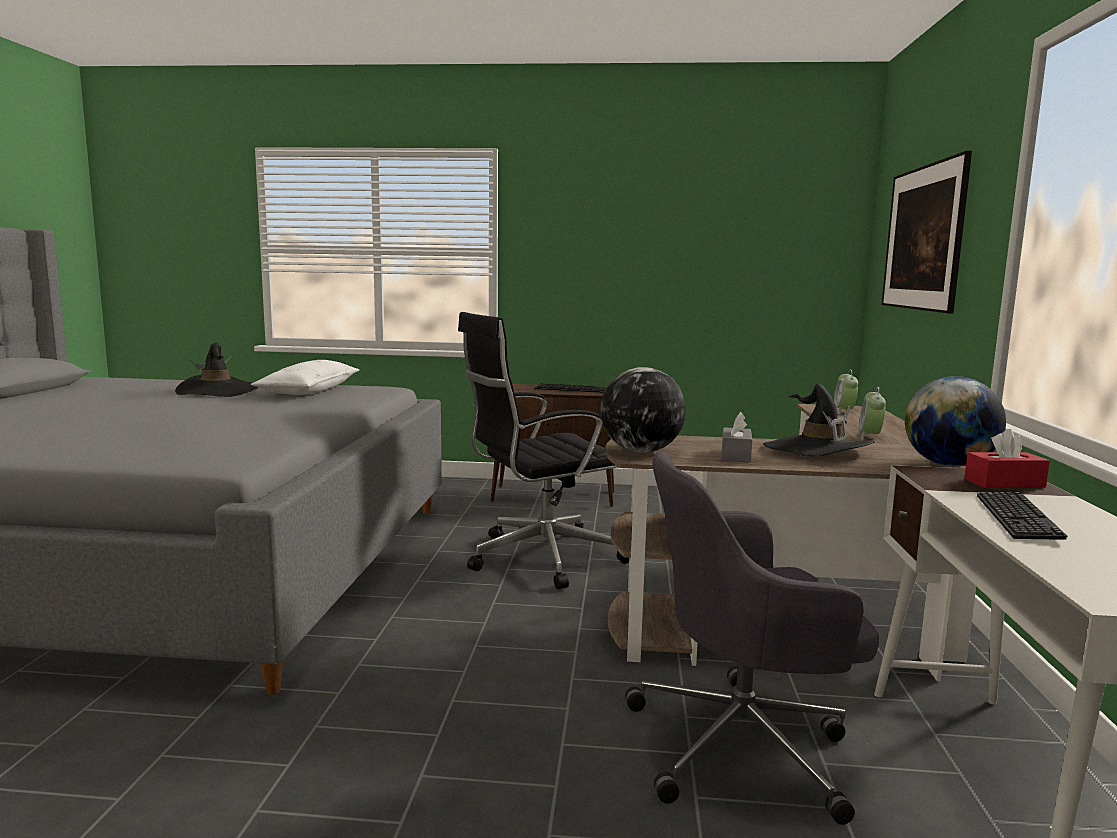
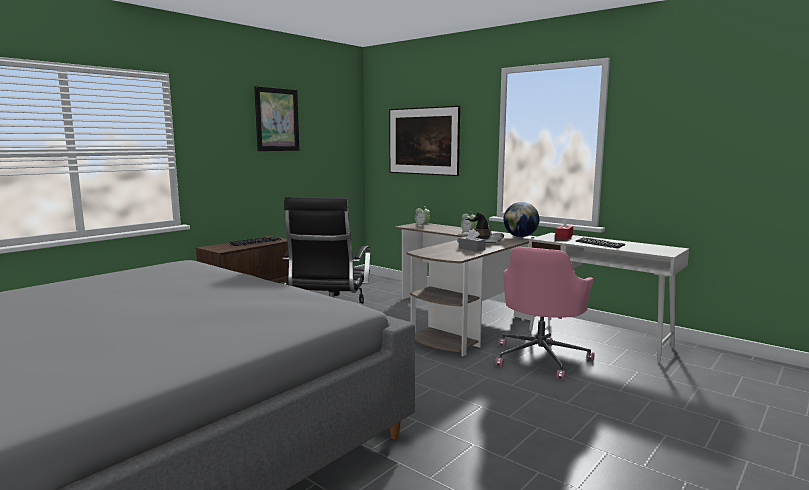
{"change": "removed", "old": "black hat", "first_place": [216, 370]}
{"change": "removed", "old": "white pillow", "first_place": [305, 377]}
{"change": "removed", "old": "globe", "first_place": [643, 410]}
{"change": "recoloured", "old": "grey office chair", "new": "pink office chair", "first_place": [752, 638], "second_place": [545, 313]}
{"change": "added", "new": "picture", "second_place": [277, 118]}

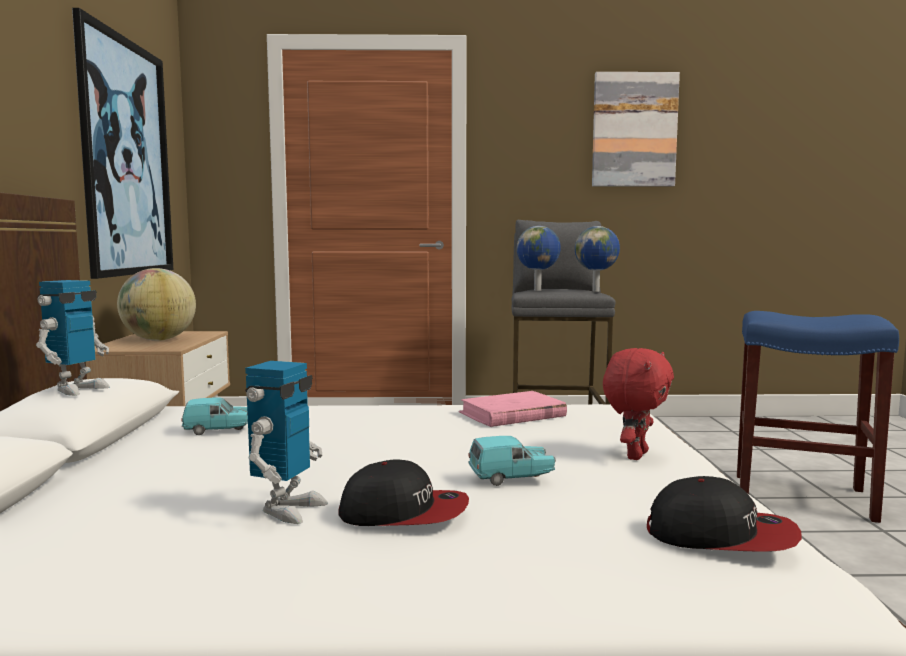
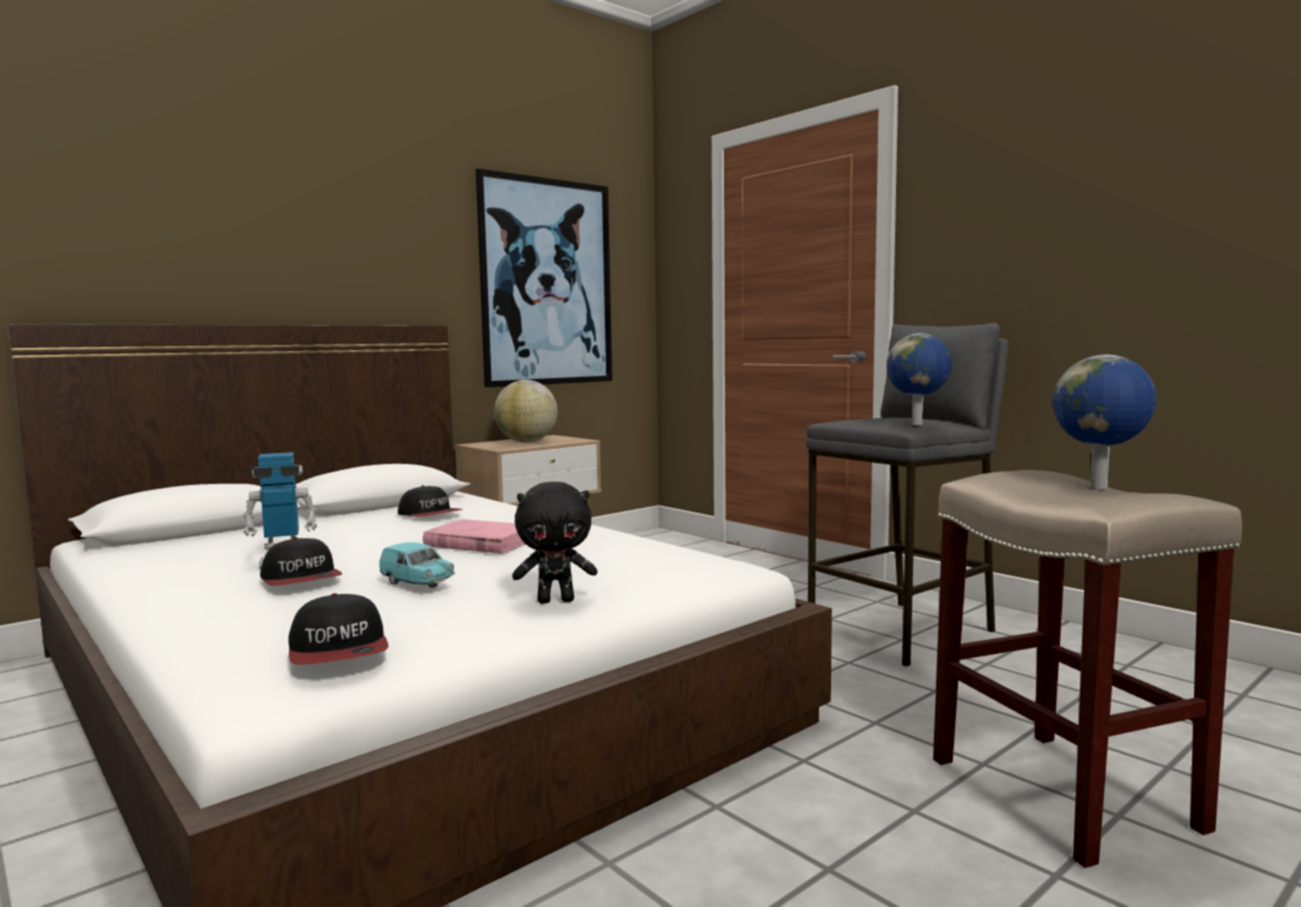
{"change": "removed", "old": "toy robot", "first_place": [73, 338]}
{"change": "replaced", "old": "turquoise toy car", "new": "cap", "first_place": [215, 416], "second_place": [430, 501]}
{"change": "moved", "old": "pink book", "first_place": [513, 409], "second_place": [474, 536]}
{"change": "moved", "old": "globe", "first_place": [538, 258], "second_place": [1105, 421]}
{"change": "removed", "old": "picture", "first_place": [636, 129]}
{"change": "recoloured", "old": "red plush toy", "new": "black plush toy", "first_place": [638, 404], "second_place": [554, 543]}
{"change": "recoloured", "old": "blue stool", "new": "beige stool", "first_place": [818, 417], "second_place": [1087, 669]}

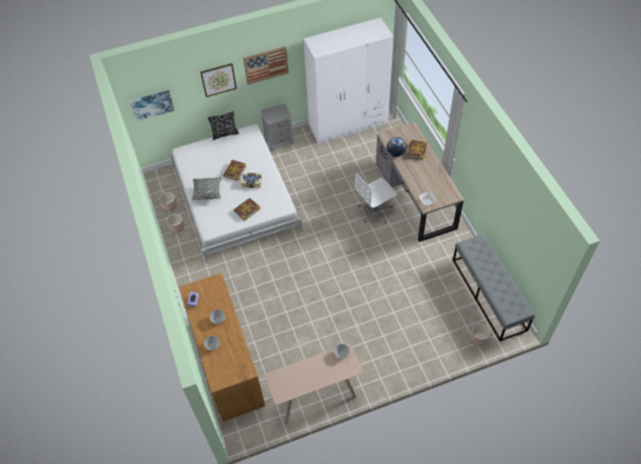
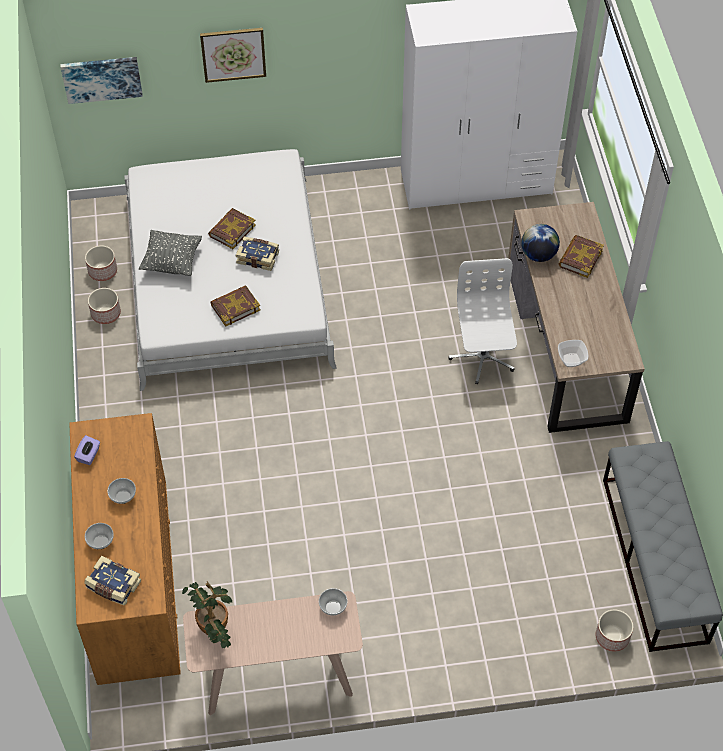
{"change": "removed", "old": "black pillow", "first_place": [223, 125]}
{"change": "removed", "old": "picture", "first_place": [266, 65]}
{"change": "removed", "old": "grey nightstand", "first_place": [277, 127]}
{"change": "turned", "old": "white office chair", "first_place": [375, 198], "second_place": [482, 321], "degrees": 105}
{"change": "added", "new": "book", "second_place": [112, 580]}
{"change": "added", "new": "potted plant", "second_place": [207, 615]}

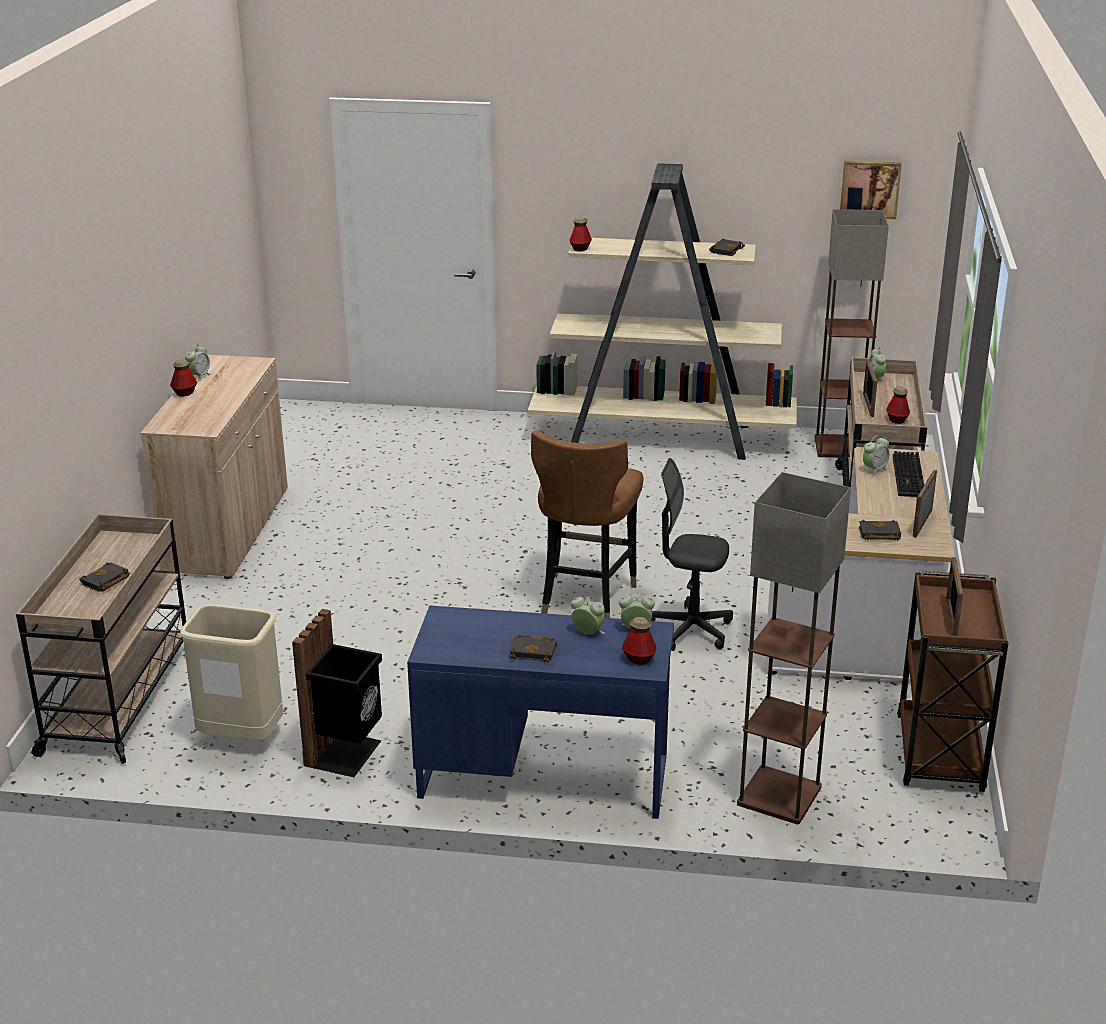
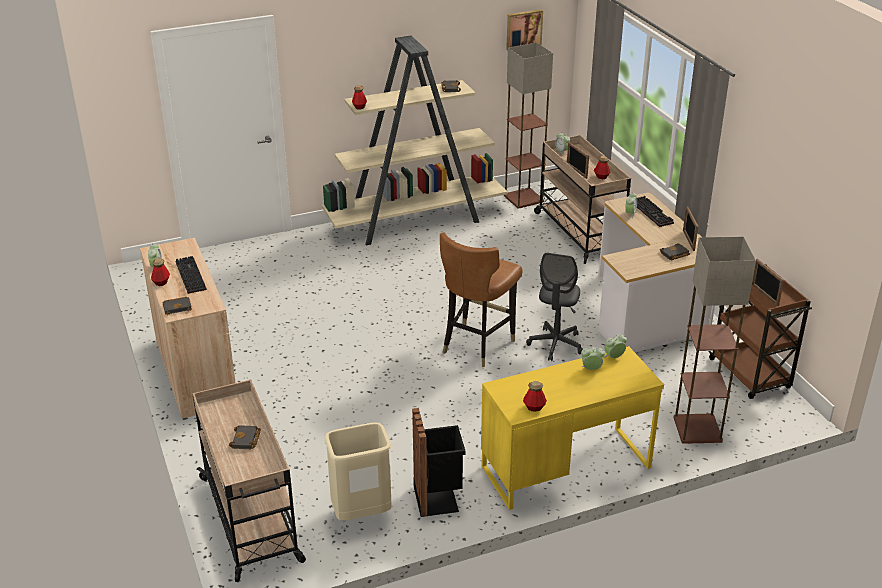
{"change": "recoloured", "old": "blue desk", "new": "yellow desk", "first_place": [540, 712], "second_place": [572, 428]}
{"change": "moved", "old": "black book", "first_place": [533, 649], "second_place": [177, 306]}
{"change": "turned", "old": "brown chair", "first_place": [587, 524], "second_place": [481, 299], "degrees": 45}
{"change": "moved", "old": "bottle", "first_place": [639, 641], "second_place": [535, 396]}
{"change": "turned", "old": "grey office chair", "first_place": [692, 554], "second_place": [554, 307], "degrees": -60}
{"change": "added", "new": "keyboard", "second_place": [191, 275]}

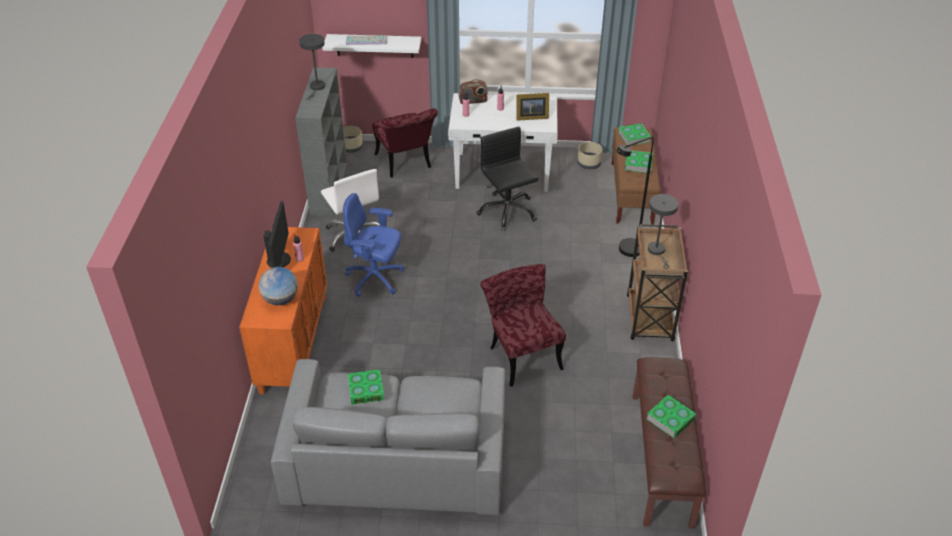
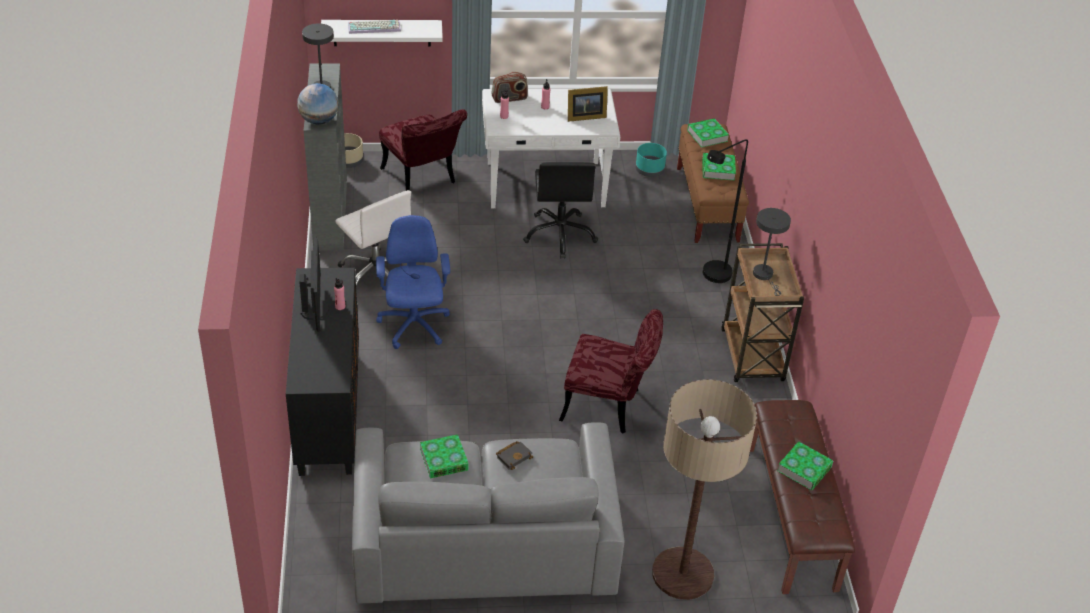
{"change": "recoloured", "old": "orange cabinet", "new": "black cabinet", "first_place": [283, 310], "second_place": [322, 372]}
{"change": "moved", "old": "globe", "first_place": [278, 286], "second_place": [318, 104]}
{"change": "turned", "old": "blue office chair", "first_place": [373, 245], "second_place": [413, 282], "degrees": 75}
{"change": "turned", "old": "black office chair", "first_place": [507, 178], "second_place": [560, 210], "degrees": -150}
{"change": "turned", "old": "red chair", "first_place": [523, 325], "second_place": [611, 371], "degrees": 135}
{"change": "recoloured", "old": "beige planter", "new": "turquoise planter", "first_place": [589, 155], "second_place": [651, 160]}
{"change": "added", "new": "black book", "second_place": [514, 455]}
{"change": "added", "new": "floor lamp", "second_place": [704, 489]}

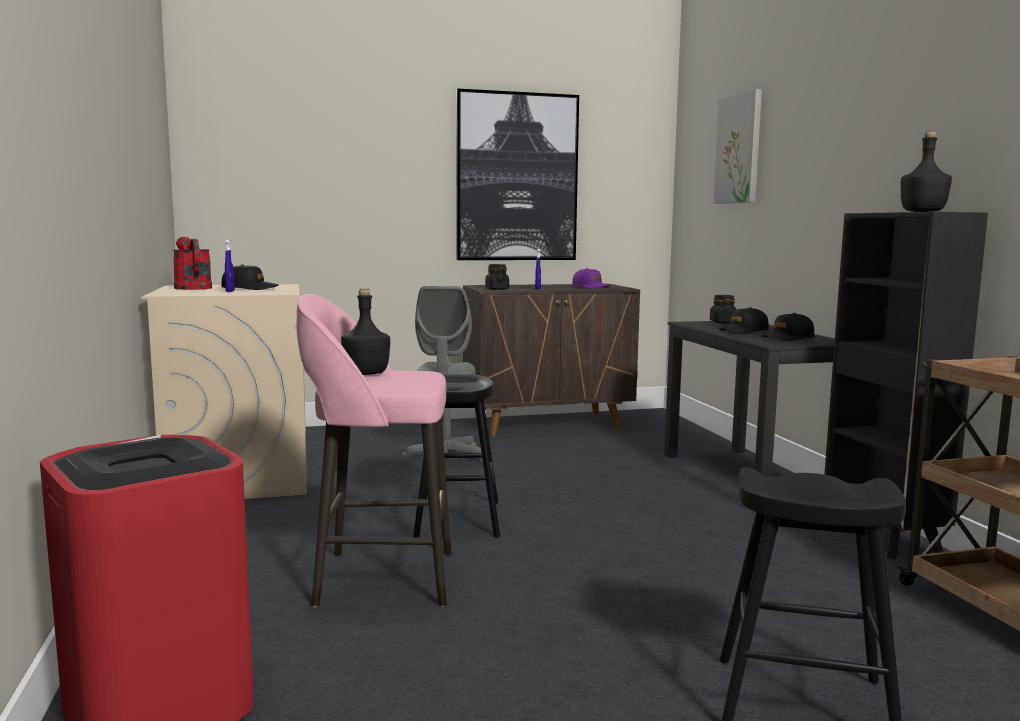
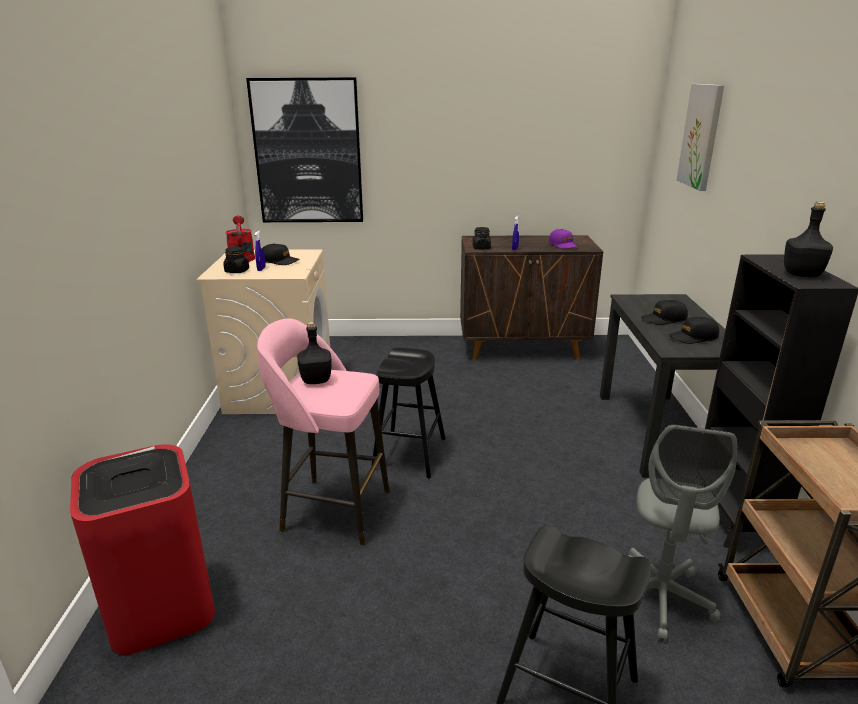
{"change": "moved", "old": "grey office chair", "first_place": [442, 375], "second_place": [683, 533]}
{"change": "moved", "old": "picture", "first_place": [517, 174], "second_place": [304, 149]}
{"change": "moved", "old": "black jar", "first_place": [723, 309], "second_place": [236, 260]}

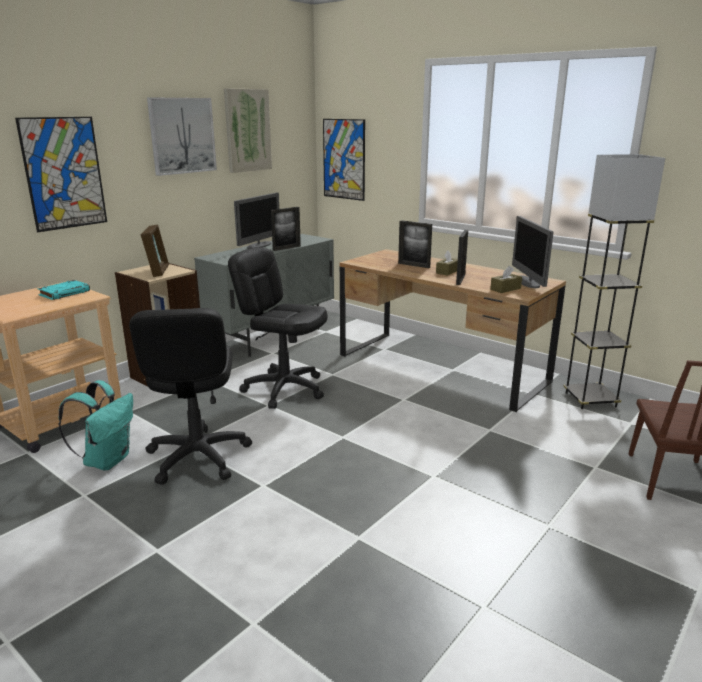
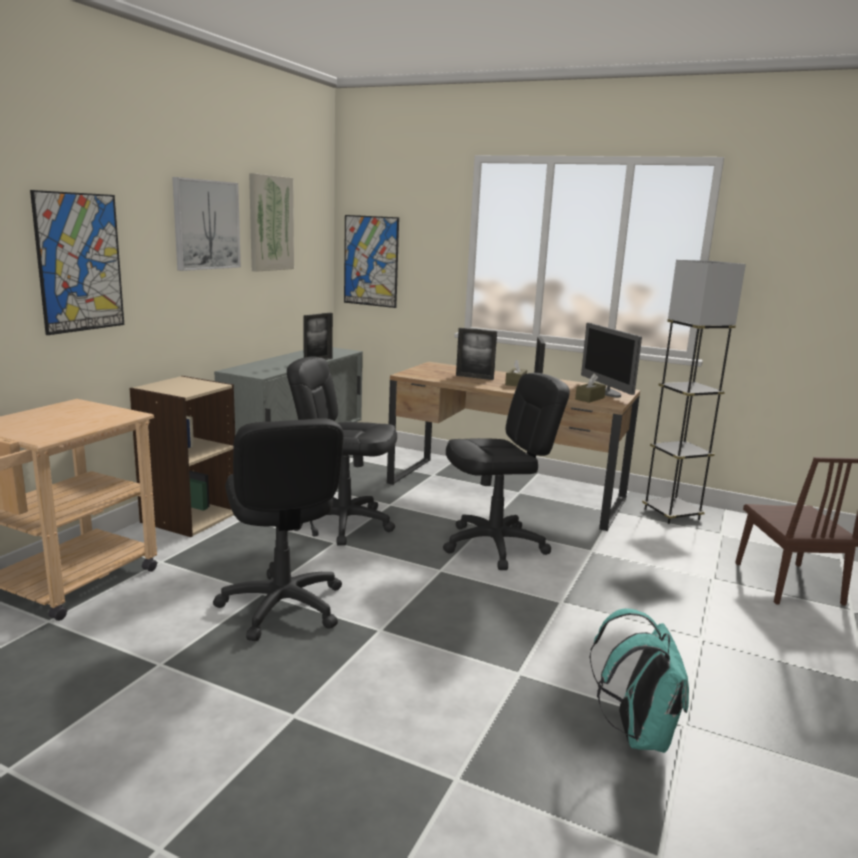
{"change": "removed", "old": "turquoise book", "first_place": [63, 290]}
{"change": "moved", "old": "turquoise backpack", "first_place": [96, 425], "second_place": [639, 680]}
{"change": "removed", "old": "picture frame", "first_place": [155, 250]}
{"change": "removed", "old": "monitor", "first_place": [256, 221]}
{"change": "added", "new": "black office chair", "second_place": [506, 471]}

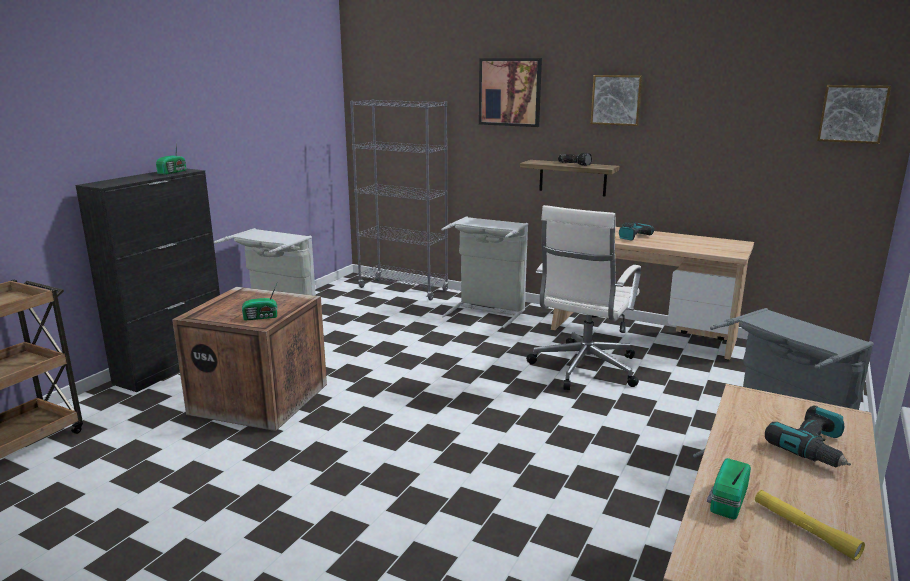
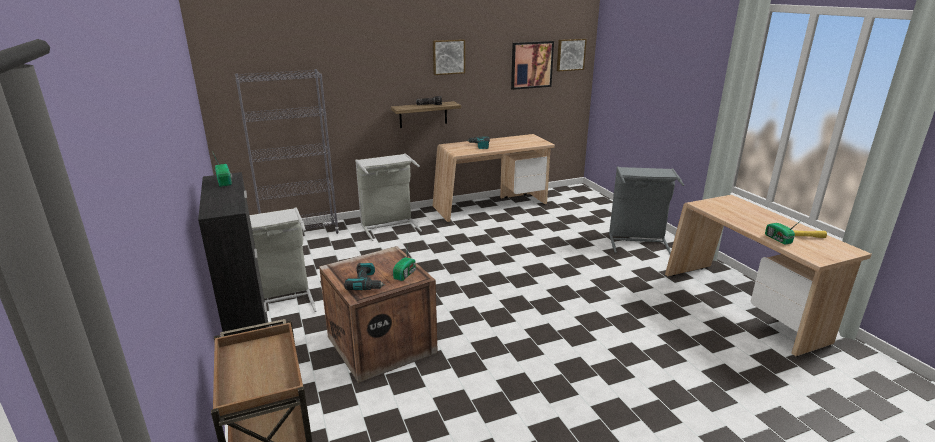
{"change": "moved", "old": "picture", "first_place": [510, 92], "second_place": [532, 65]}
{"change": "removed", "old": "white office chair", "first_place": [583, 297]}
{"change": "moved", "old": "power drill", "first_place": [808, 436], "second_place": [364, 276]}

